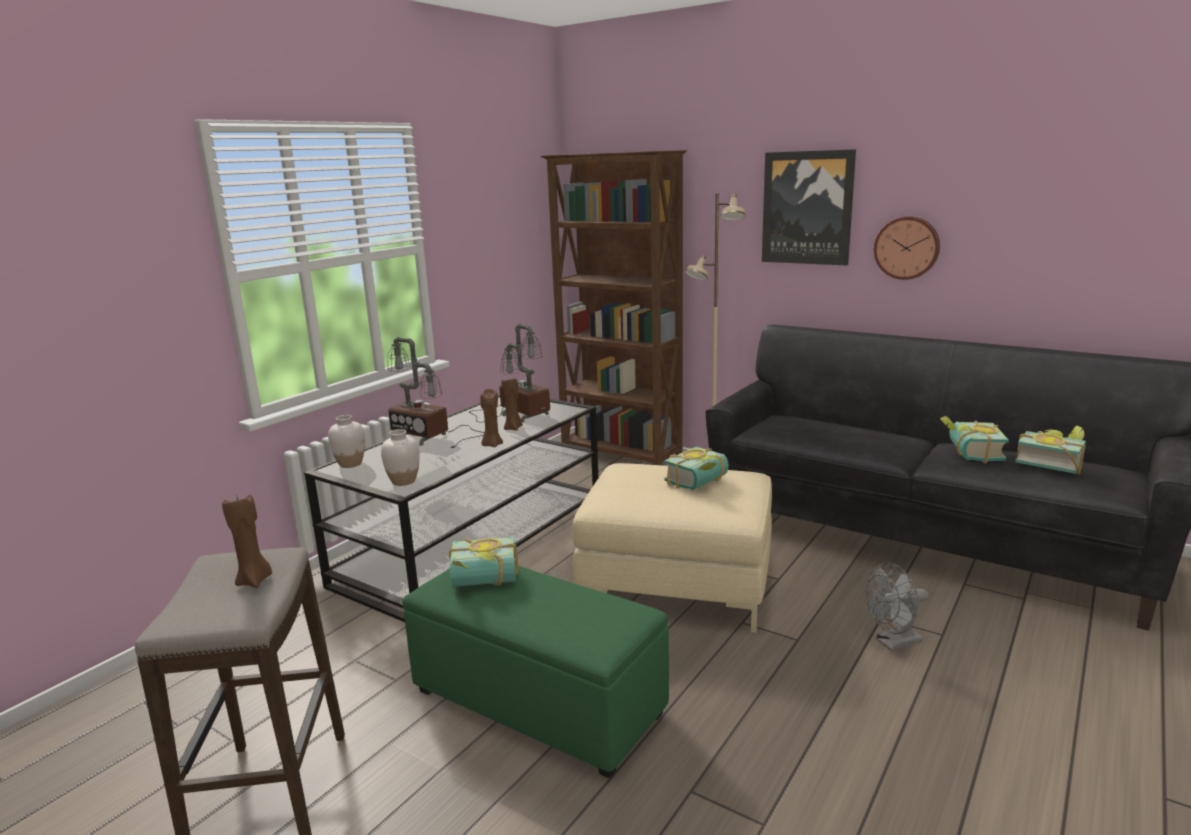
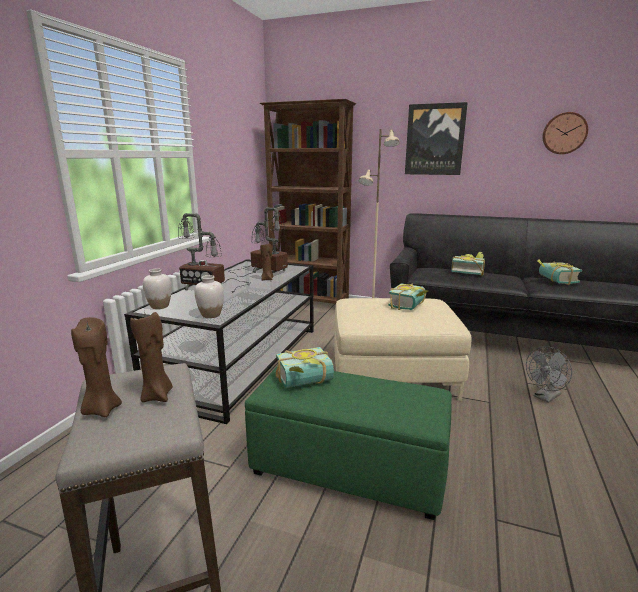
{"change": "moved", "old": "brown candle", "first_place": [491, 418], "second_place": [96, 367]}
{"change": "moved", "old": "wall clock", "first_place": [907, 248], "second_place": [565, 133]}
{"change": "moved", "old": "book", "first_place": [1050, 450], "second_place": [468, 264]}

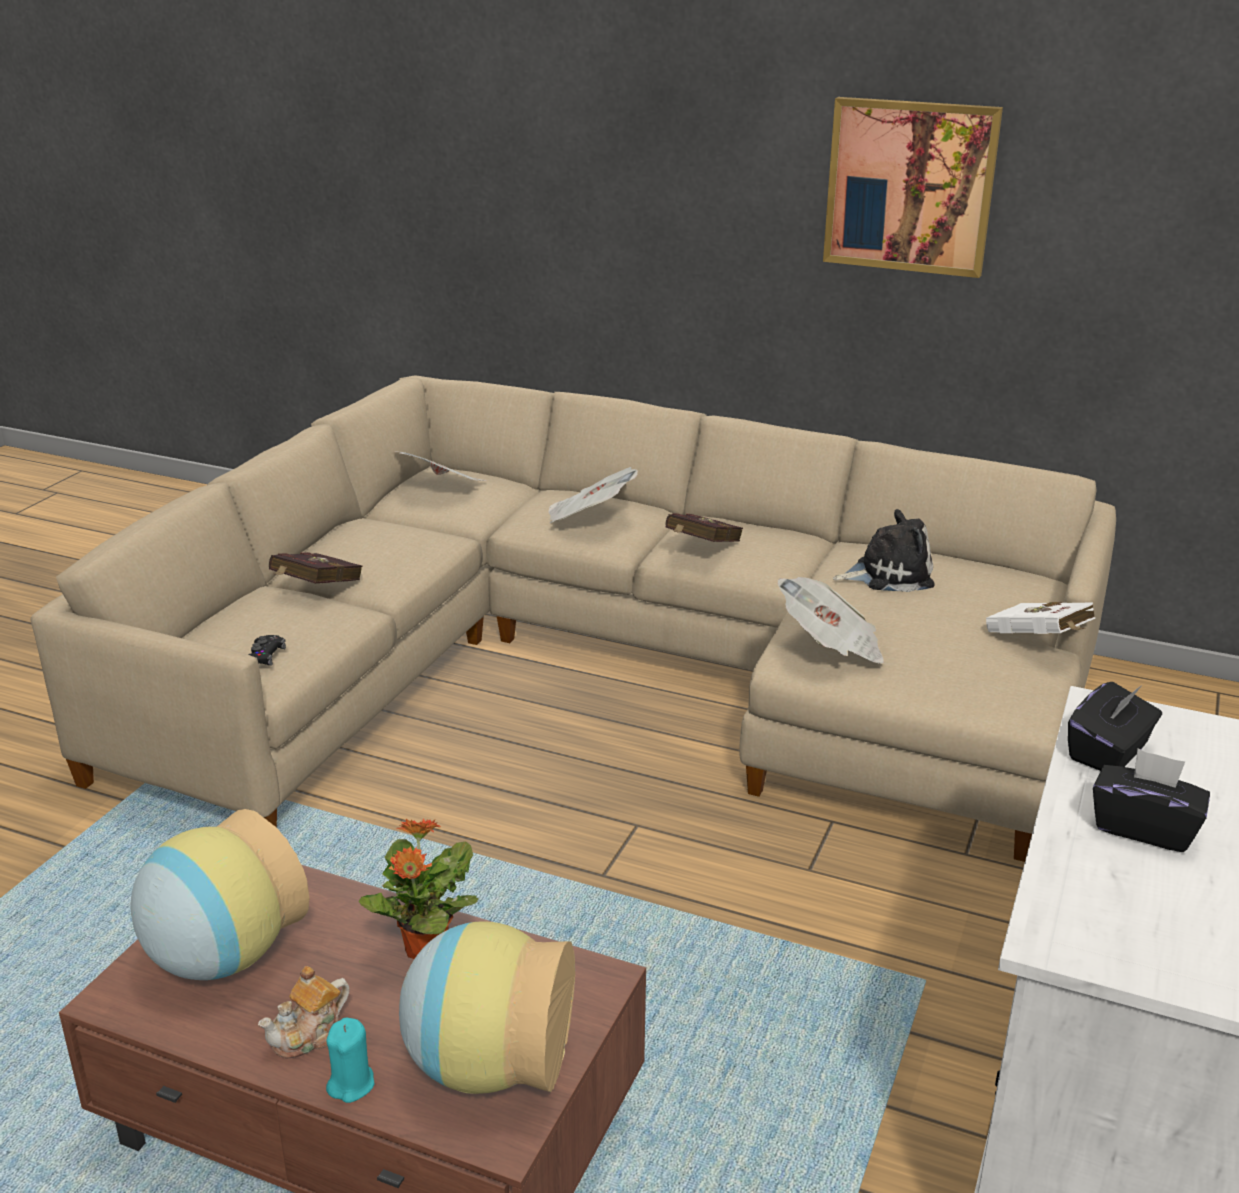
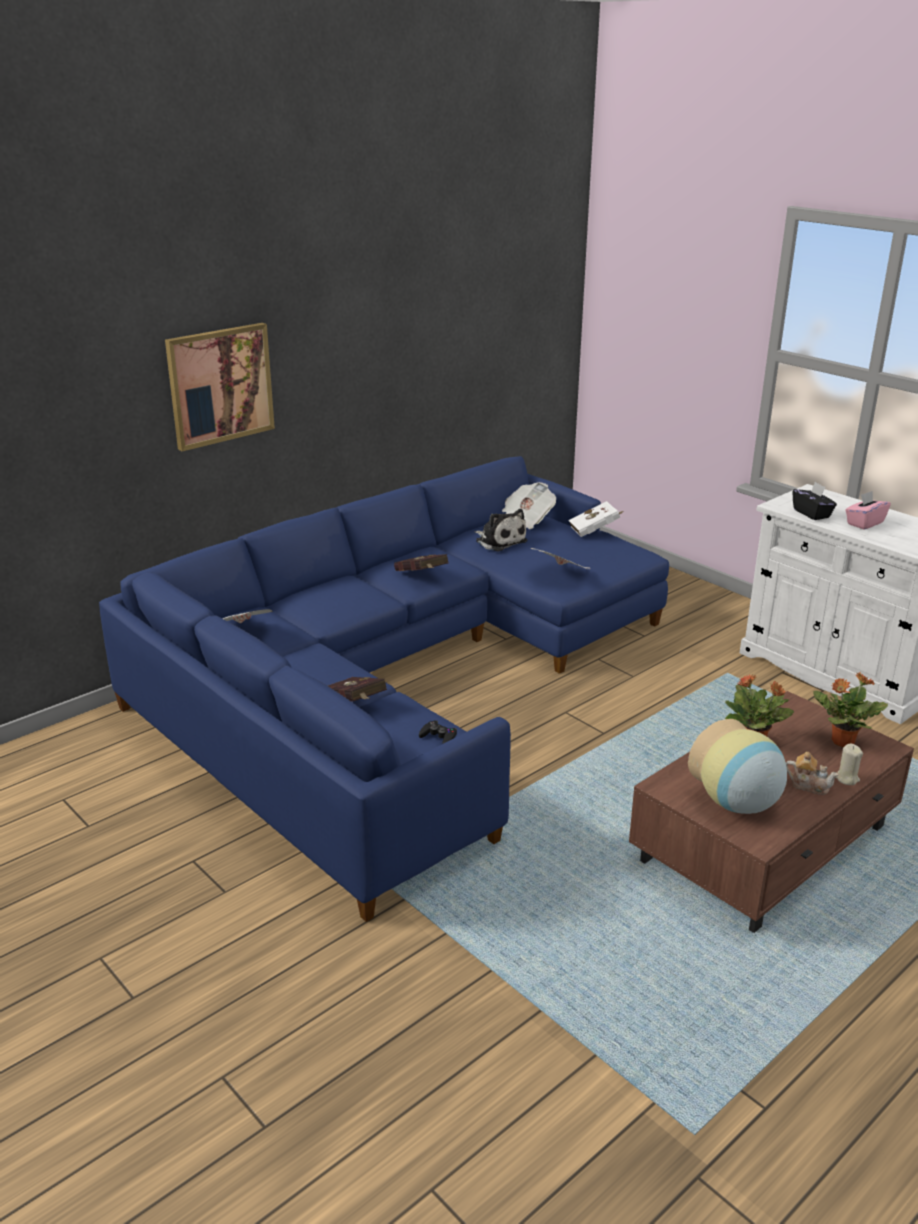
{"change": "recoloured", "old": "beige sofa", "new": "blue sofa", "first_place": [573, 618], "second_place": [384, 689]}
{"change": "turned", "old": "teapot", "first_place": [304, 1012], "second_place": [812, 773], "degrees": -45}
{"change": "recoloured", "old": "turquoise candle", "new": "beige candle", "first_place": [350, 1060], "second_place": [849, 764]}
{"change": "replaced", "old": "vase", "new": "potted plant", "first_place": [487, 1007], "second_place": [850, 710]}
{"change": "moved", "old": "newspaper", "first_place": [593, 495], "second_place": [529, 505]}
{"change": "moved", "old": "picture", "first_place": [913, 187], "second_place": [220, 387]}
{"change": "turned", "old": "plush toy", "first_place": [884, 550], "second_place": [501, 530], "degrees": 120}
{"change": "recoloured", "old": "black tissue box", "new": "pink tissue box", "first_place": [1151, 800], "second_place": [868, 510]}

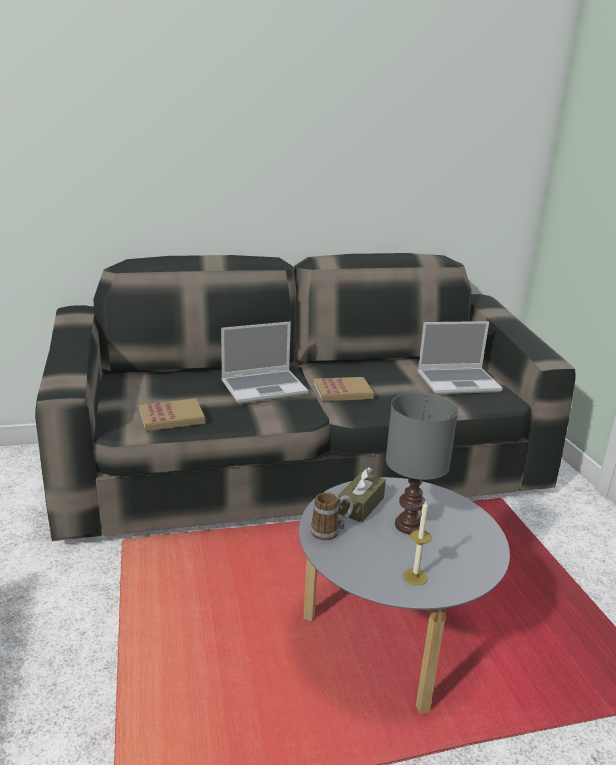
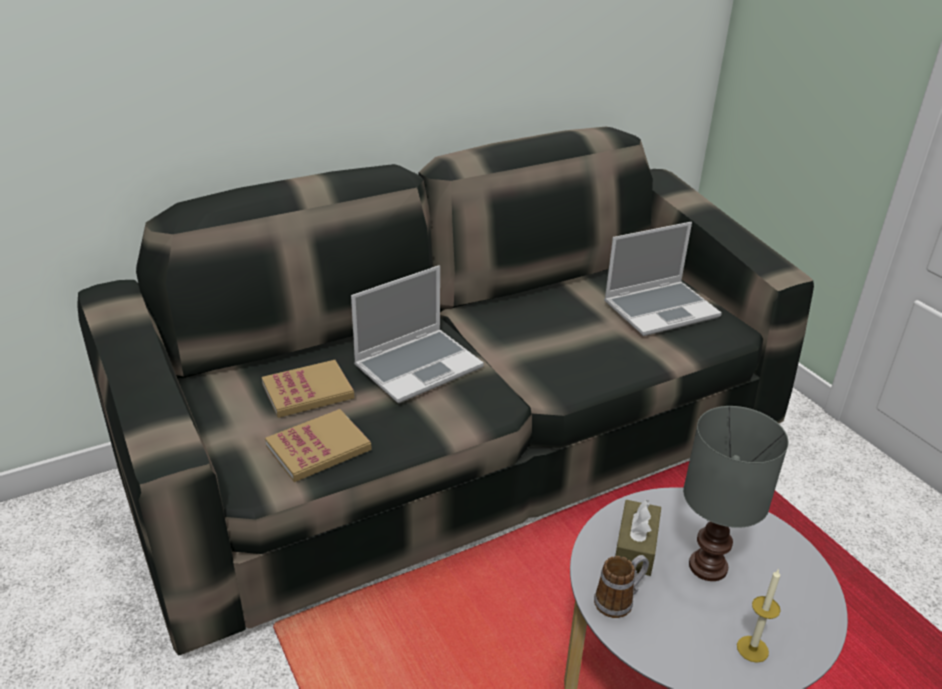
{"change": "moved", "old": "book", "first_place": [344, 389], "second_place": [308, 389]}

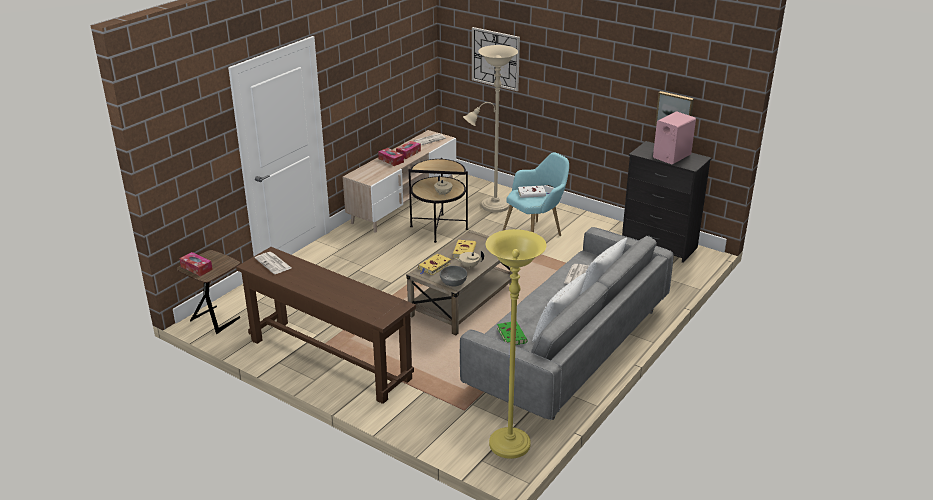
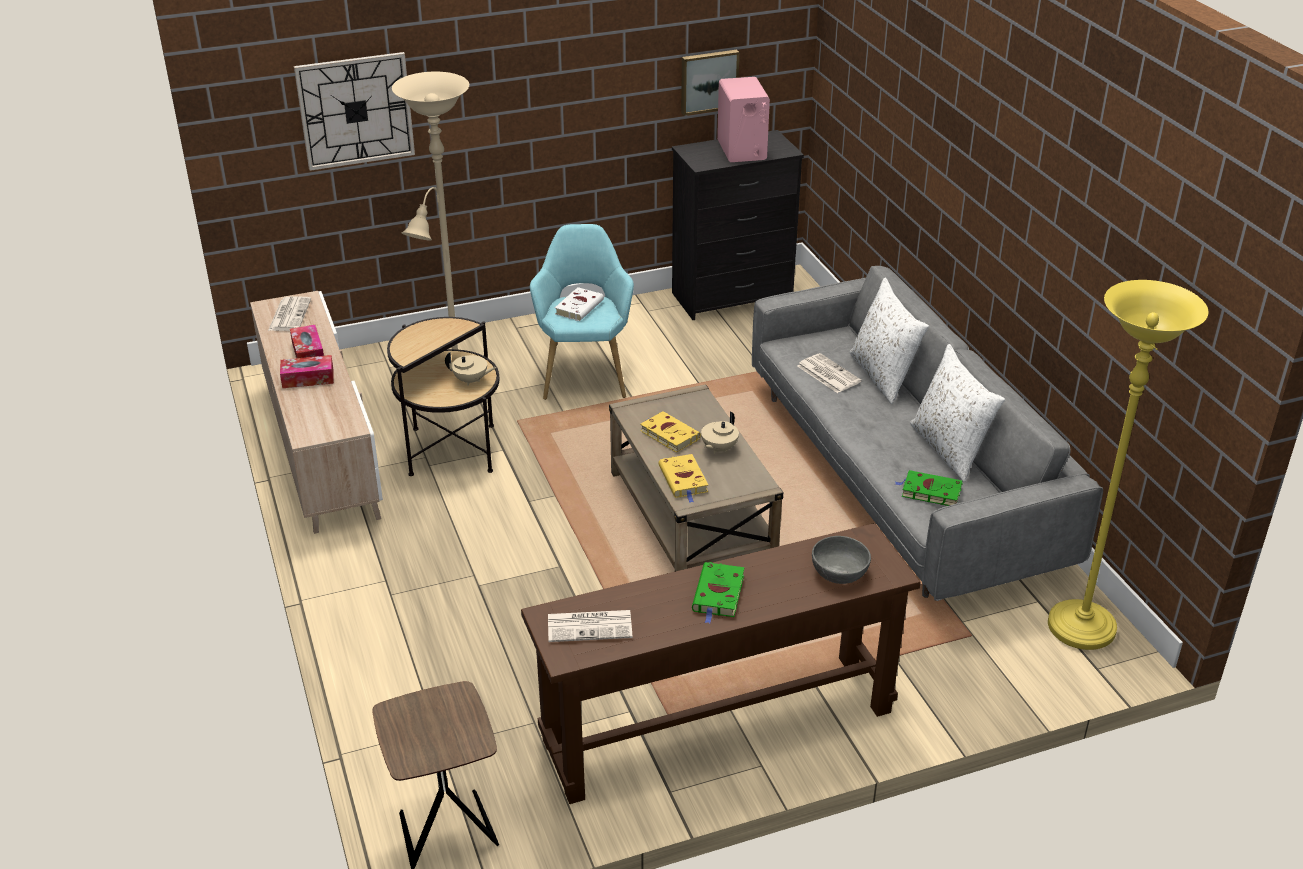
{"change": "removed", "old": "tissue box", "first_place": [196, 264]}
{"change": "moved", "old": "grey bowl", "first_place": [453, 276], "second_place": [841, 560]}
{"change": "added", "new": "green book", "second_place": [718, 592]}

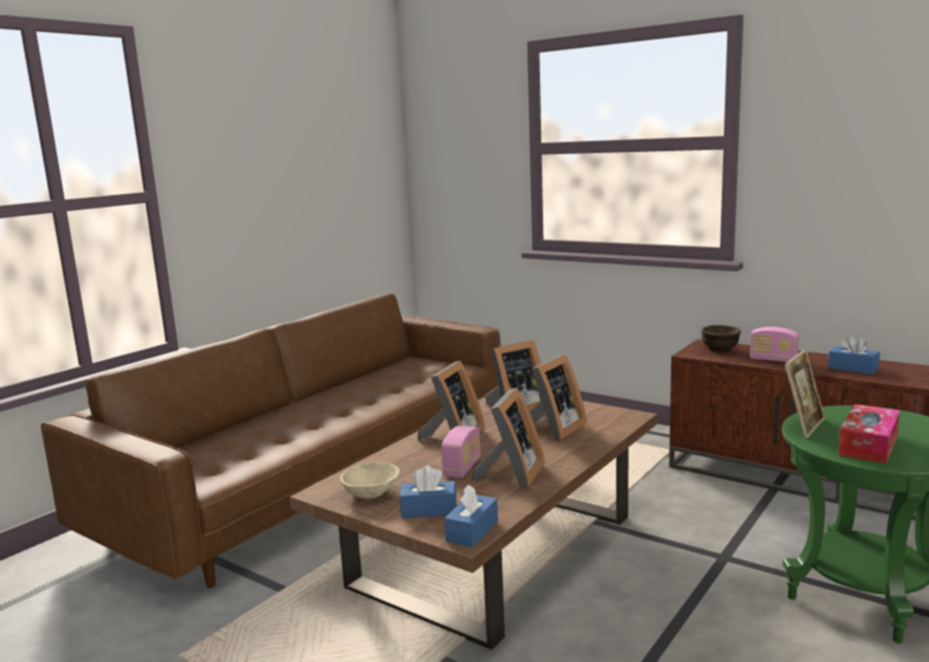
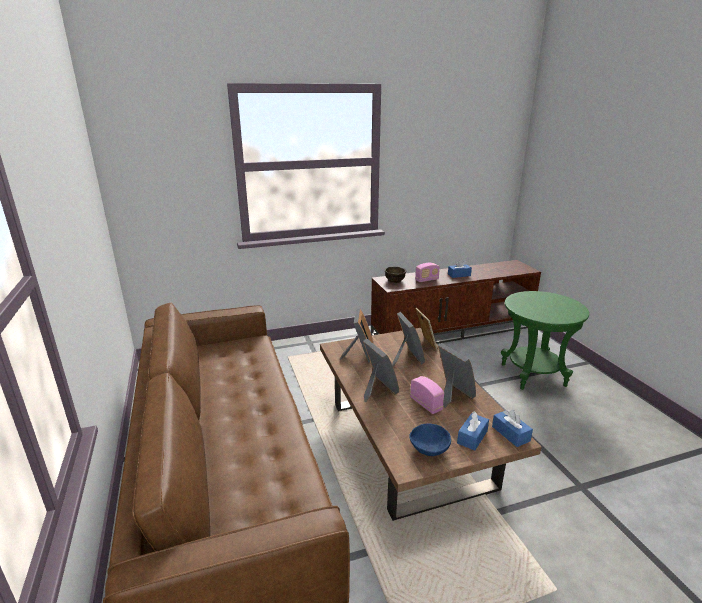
{"change": "recoloured", "old": "beige bowl", "new": "blue bowl", "first_place": [370, 481], "second_place": [430, 440]}
{"change": "moved", "old": "picture frame", "first_place": [805, 394], "second_place": [427, 329]}
{"change": "removed", "old": "tissue box", "first_place": [869, 434]}

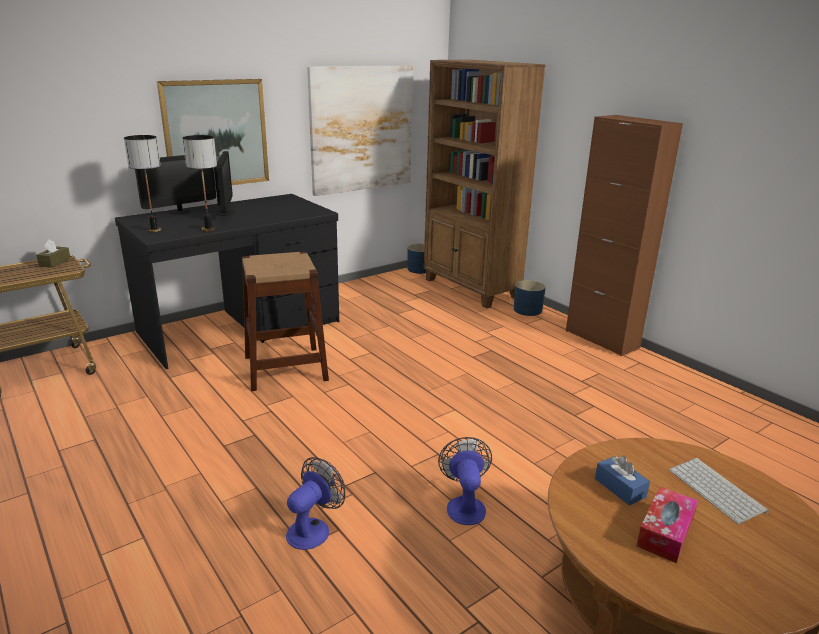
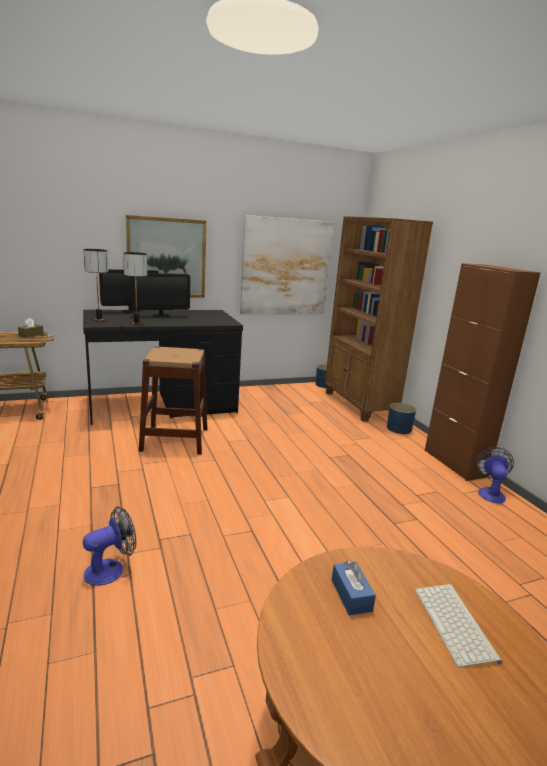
{"change": "turned", "old": "monitor", "first_place": [224, 183], "second_place": [160, 295], "degrees": 60}
{"change": "moved", "old": "fan", "first_place": [465, 481], "second_place": [495, 475]}
{"change": "removed", "old": "tissue box", "first_place": [667, 525]}

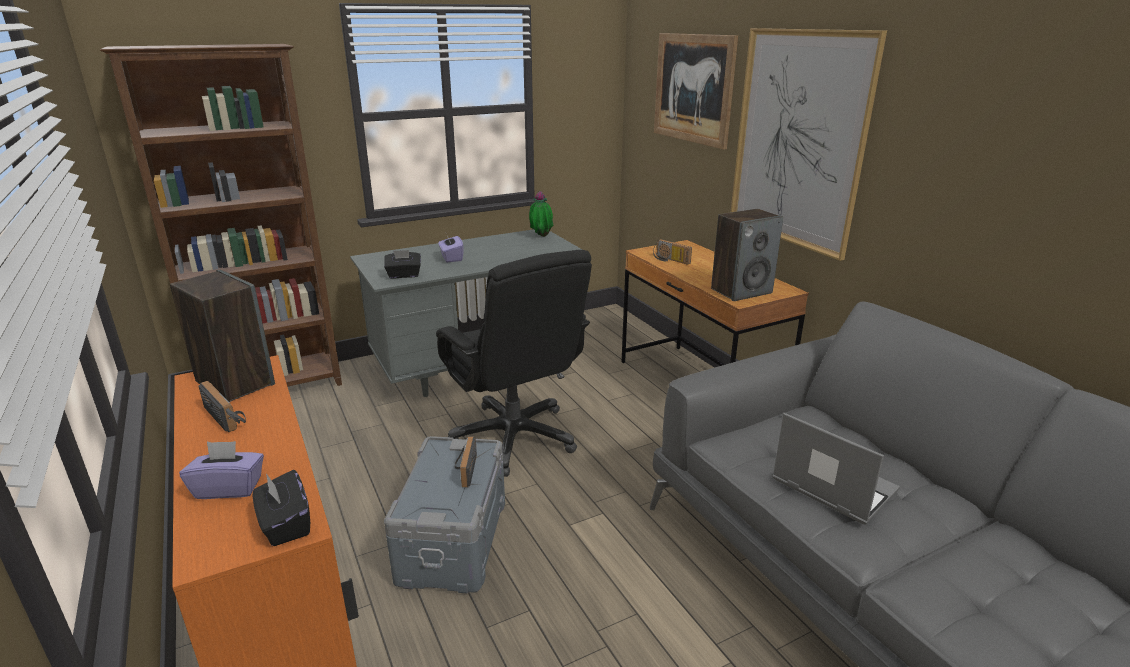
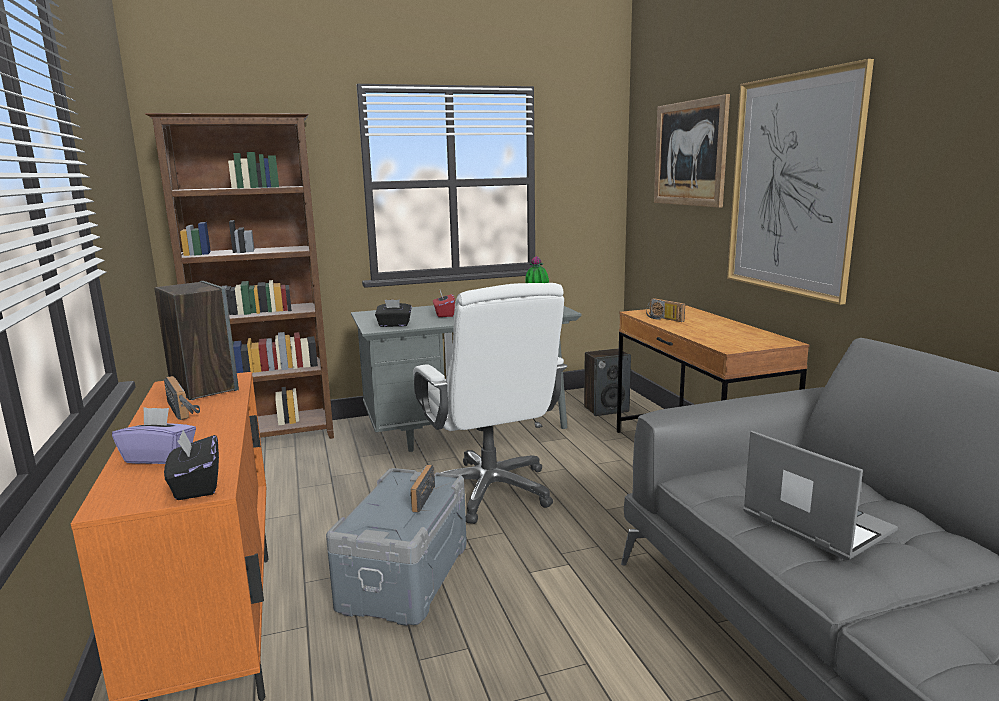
{"change": "recoloured", "old": "black office chair", "new": "white office chair", "first_place": [514, 363], "second_place": [490, 403]}
{"change": "recoloured", "old": "purple tissue box", "new": "red tissue box", "first_place": [451, 249], "second_place": [444, 303]}
{"change": "moved", "old": "speaker", "first_place": [747, 255], "second_place": [607, 382]}

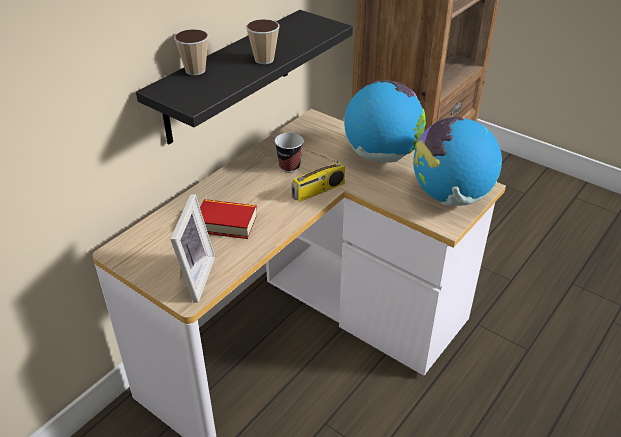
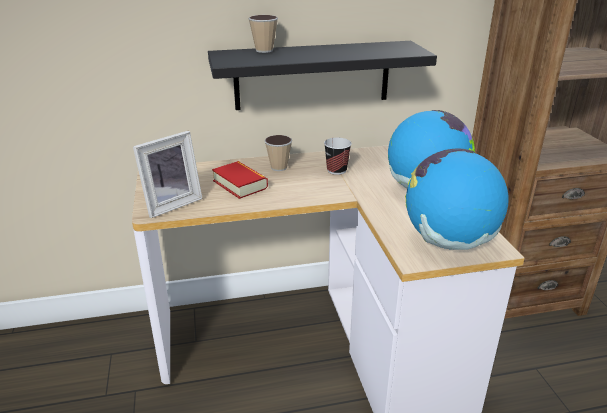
{"change": "moved", "old": "cup", "first_place": [263, 41], "second_place": [278, 153]}
{"change": "removed", "old": "radio", "first_place": [318, 175]}

